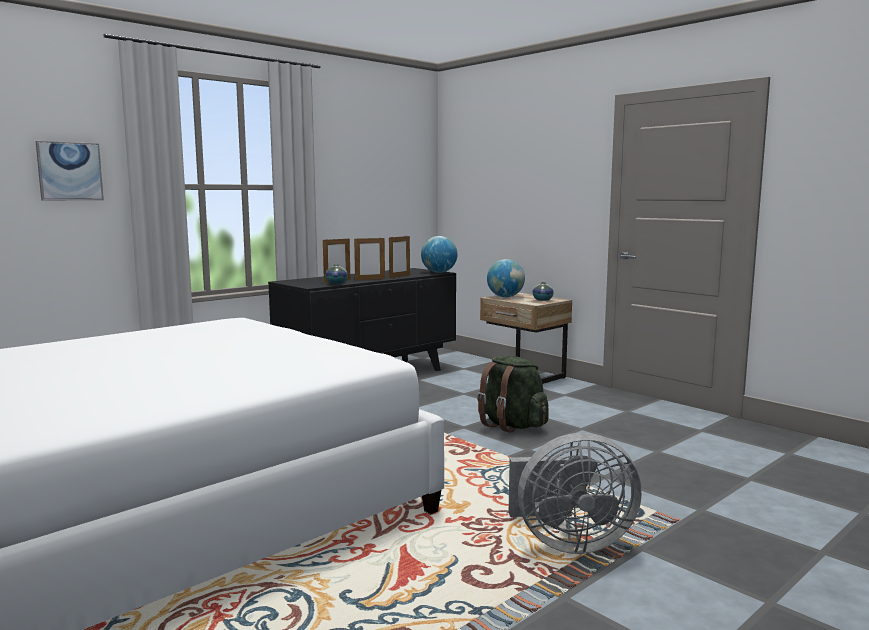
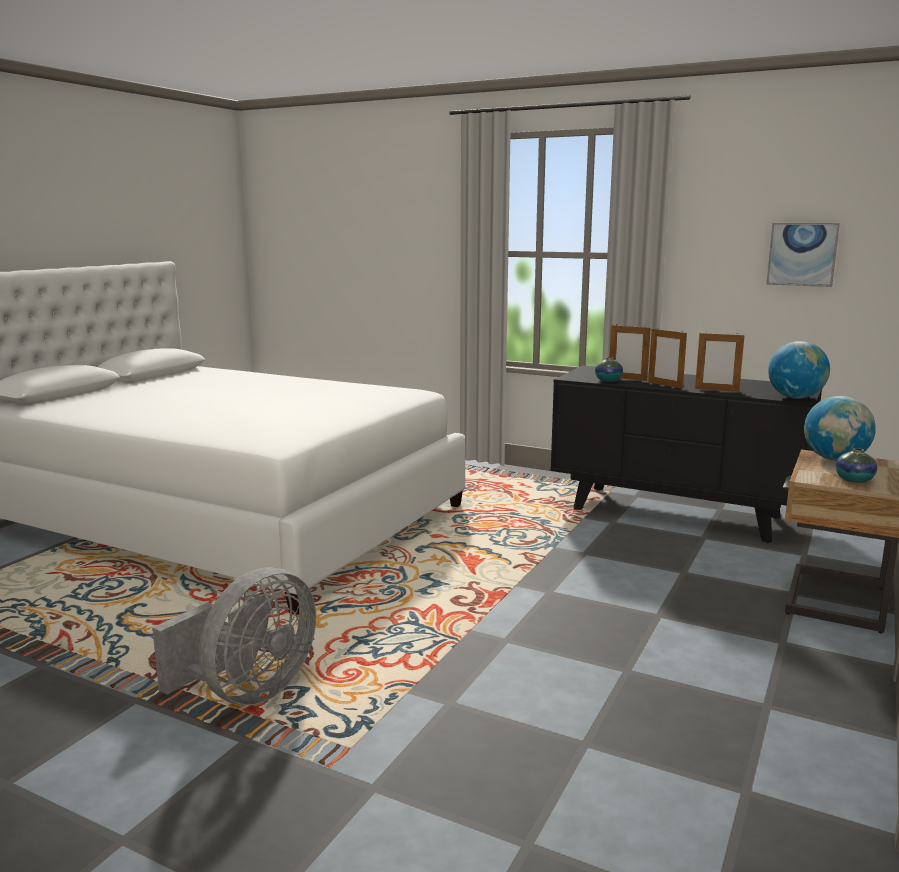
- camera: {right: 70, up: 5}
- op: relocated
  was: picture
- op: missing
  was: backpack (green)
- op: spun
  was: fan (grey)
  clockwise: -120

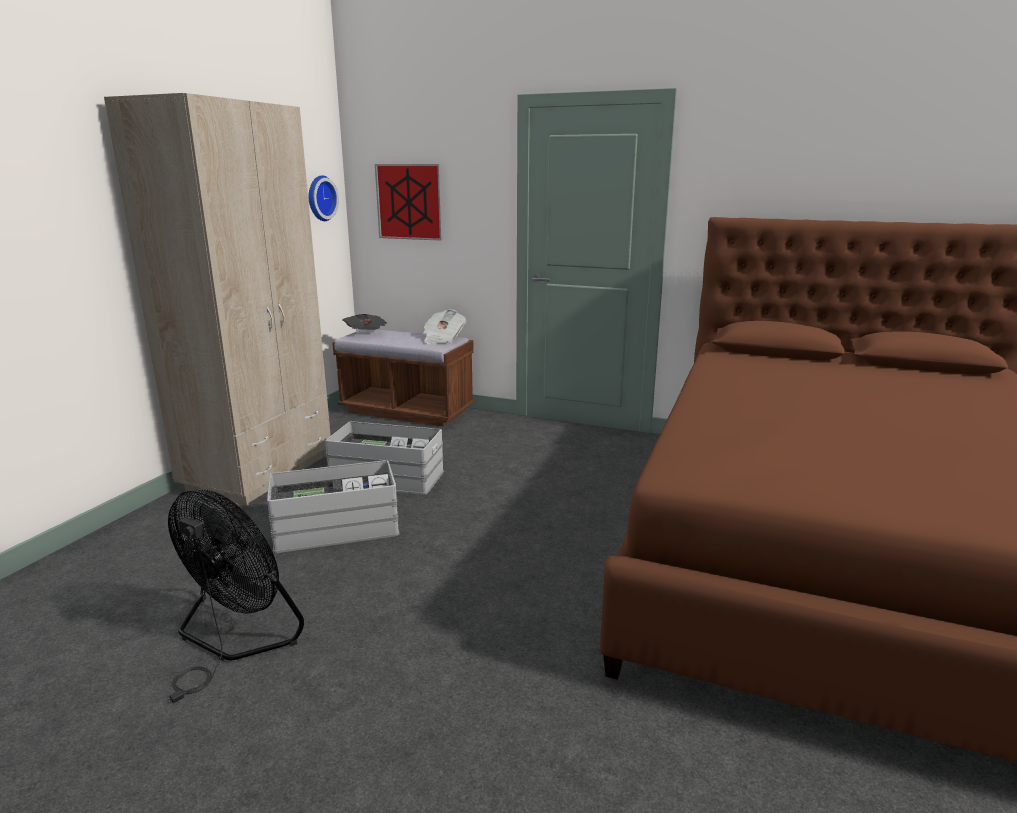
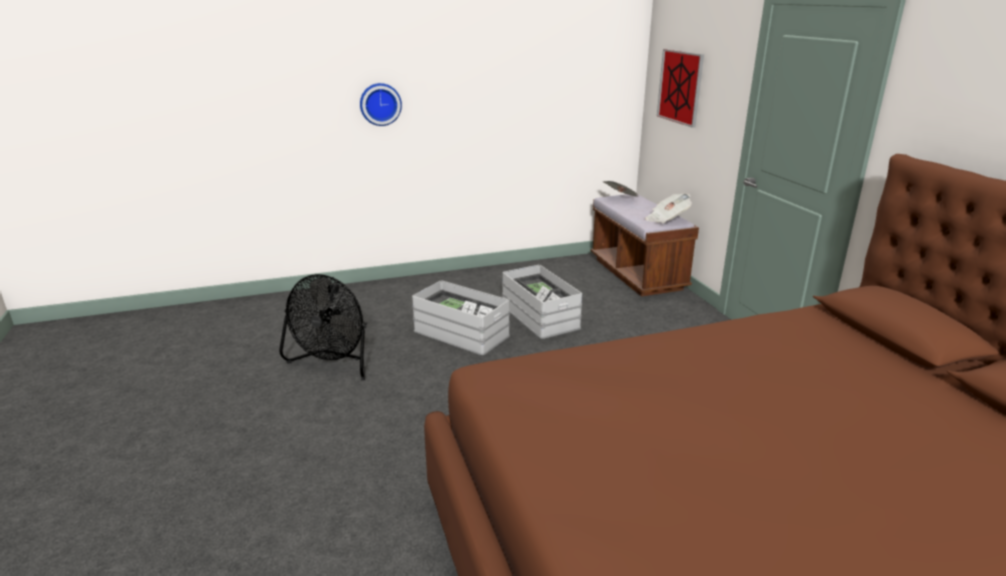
- camera: {right: 50, up: 5}
- op: missing
  was: wardrobe (beige)
- op: spun
  was: fan (black)
  clockwise: 120
- op: relocated
  was: wall clock

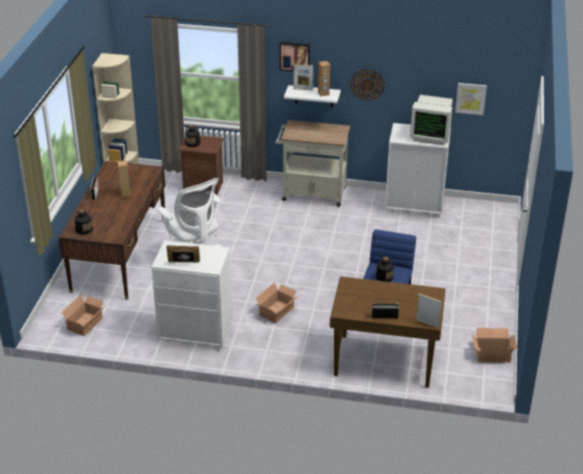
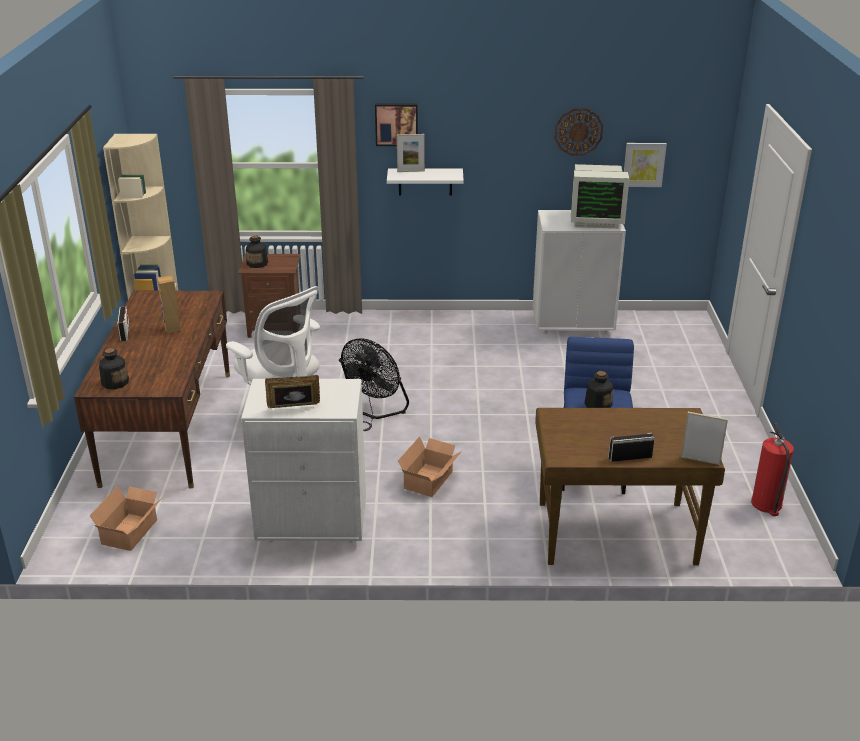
- camera: {right: -10, up: -5}
- op: missing
  was: cart (beige)
- op: missing
  was: speaker (brown) (no. 2 from left)
- op: relocated
  was: wall clock
- op: exchanged
  was: cardboard box (no. 3 from left)
  now: fire extinguisher
- op: appeared
  now: fan (black)

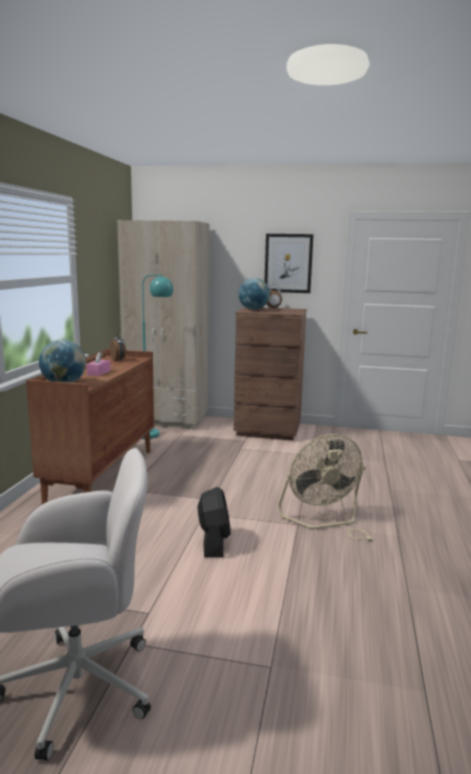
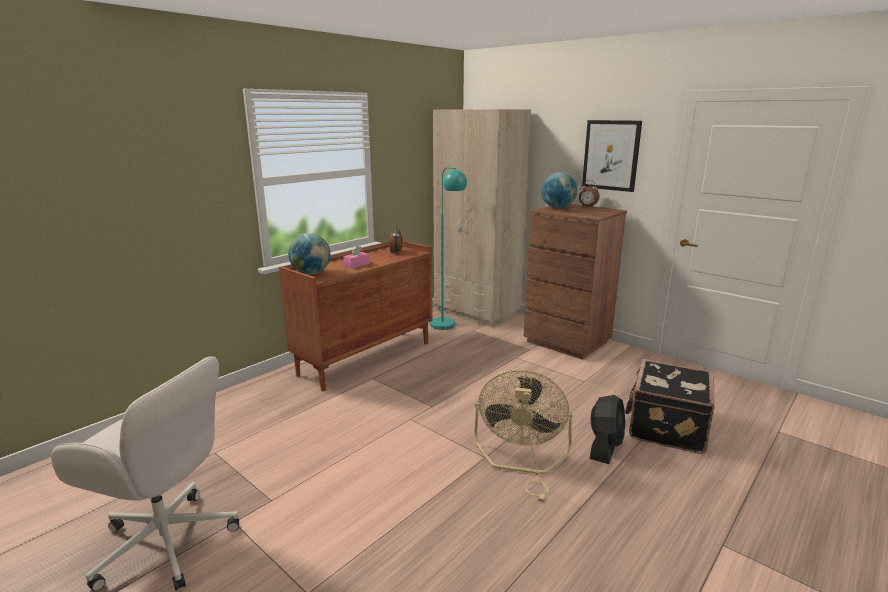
- camera: {right: 30, up: 5}
- op: relocated
  was: fan (black)
- op: appeared
  now: suitcase (black)

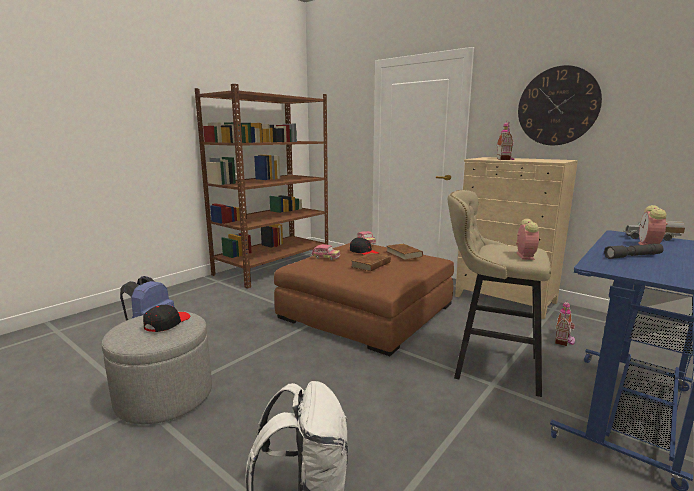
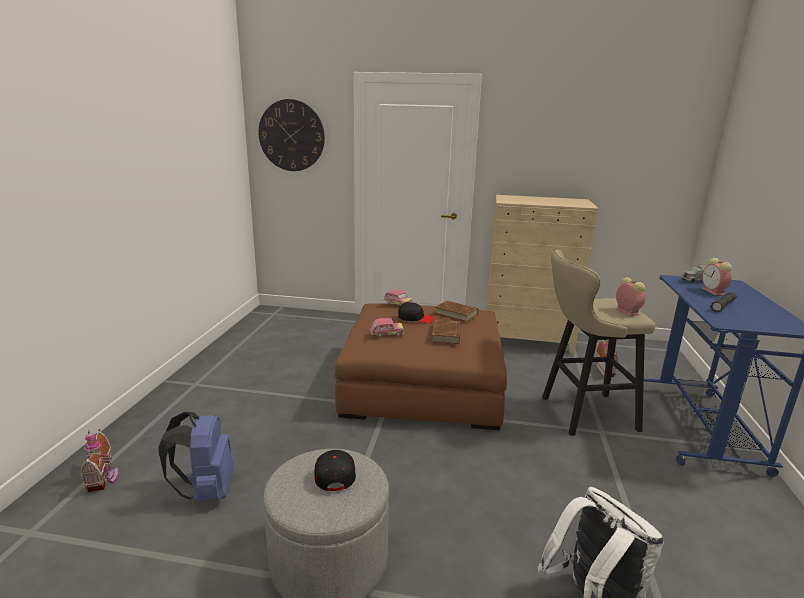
- camera: {right: -30, up: 5}
- op: missing
  was: bookcase (brown)
- op: relocated
  was: toy house (no. 1 from left)
- op: relocated
  was: wall clock

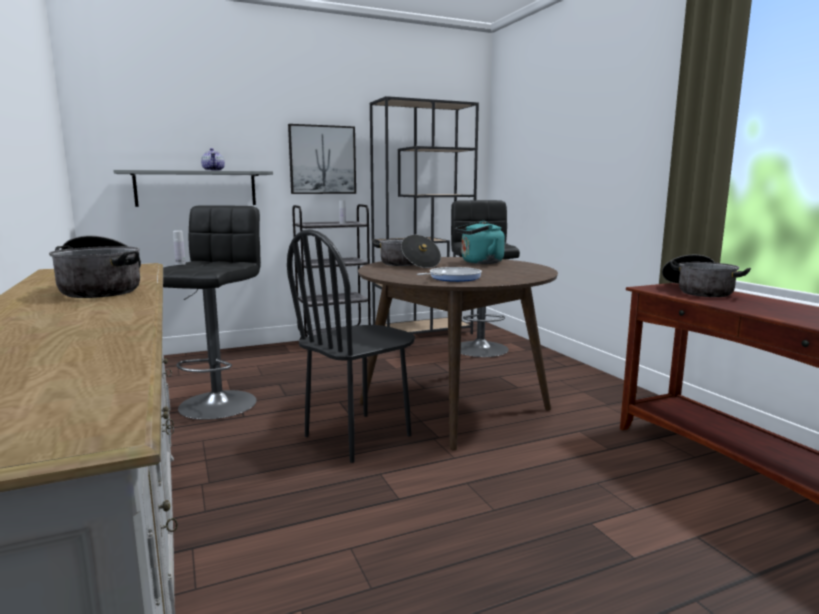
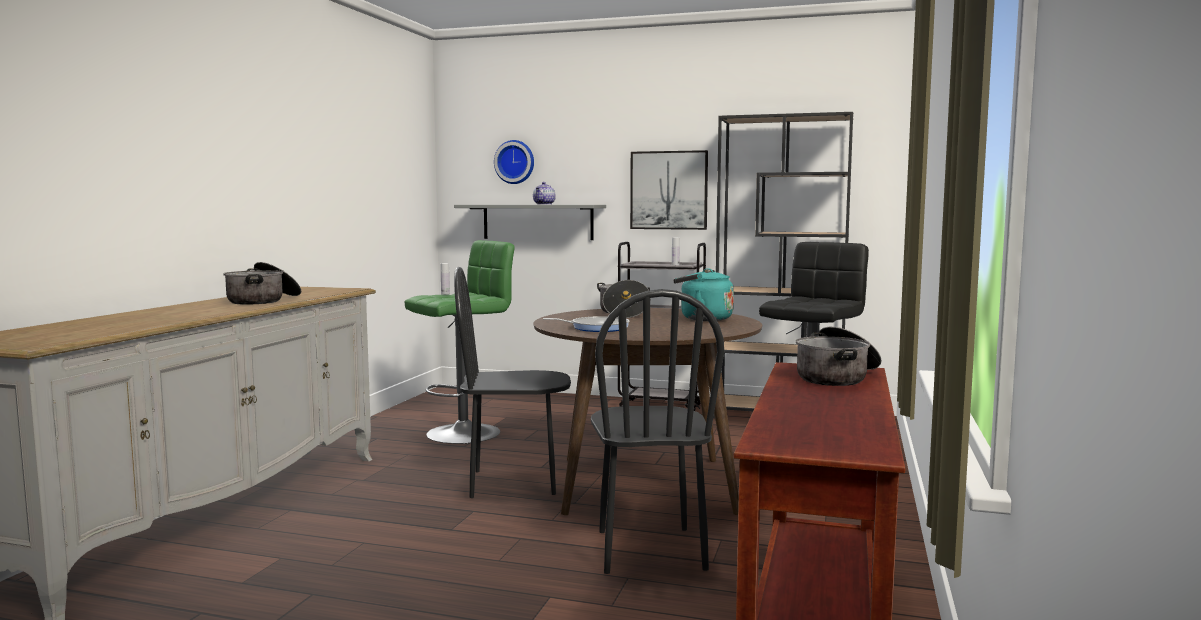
- camera: {right: 40, up: -5}
- op: colour
  was: stool (black) (no. 1 from left)
  now: stool (green)
- op: appeared
  now: wall clock
- op: appeared
  now: chair (black) (no. 2 from left)

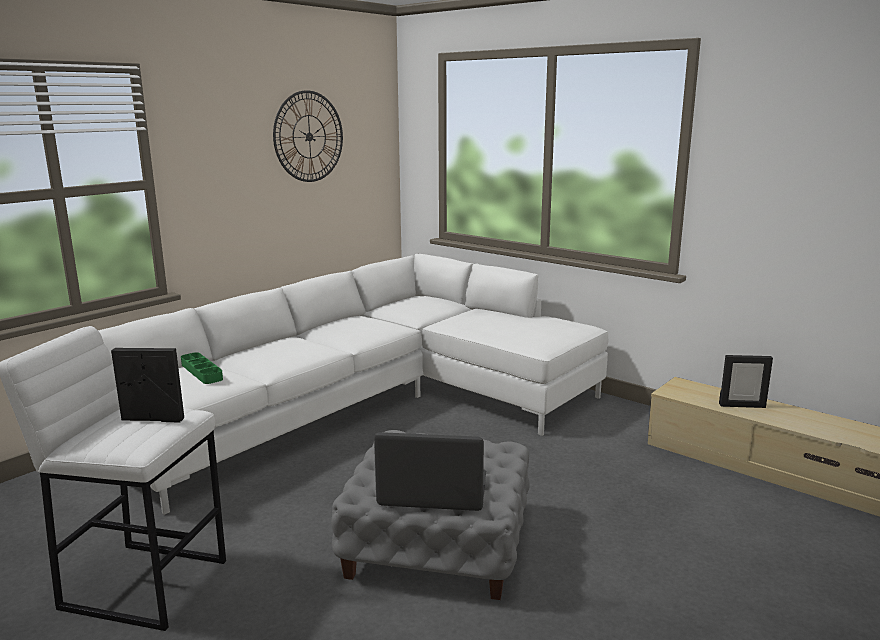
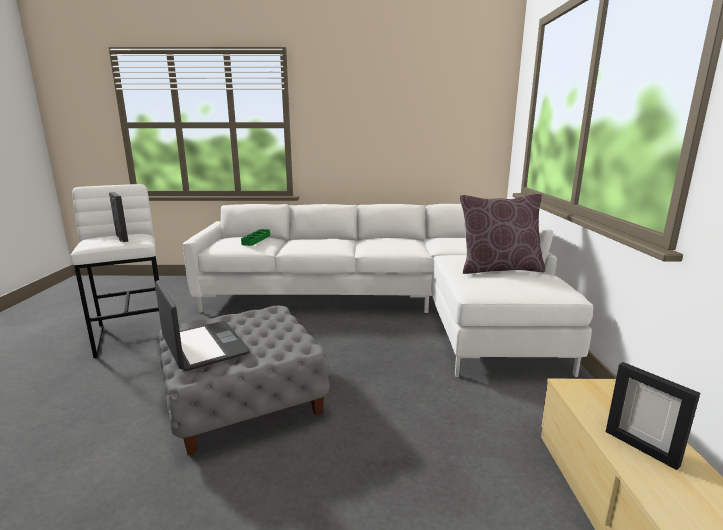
- camera: {right: 50, up: 0}
- op: missing
  was: wall clock
- op: appeared
  now: pillow (brown)

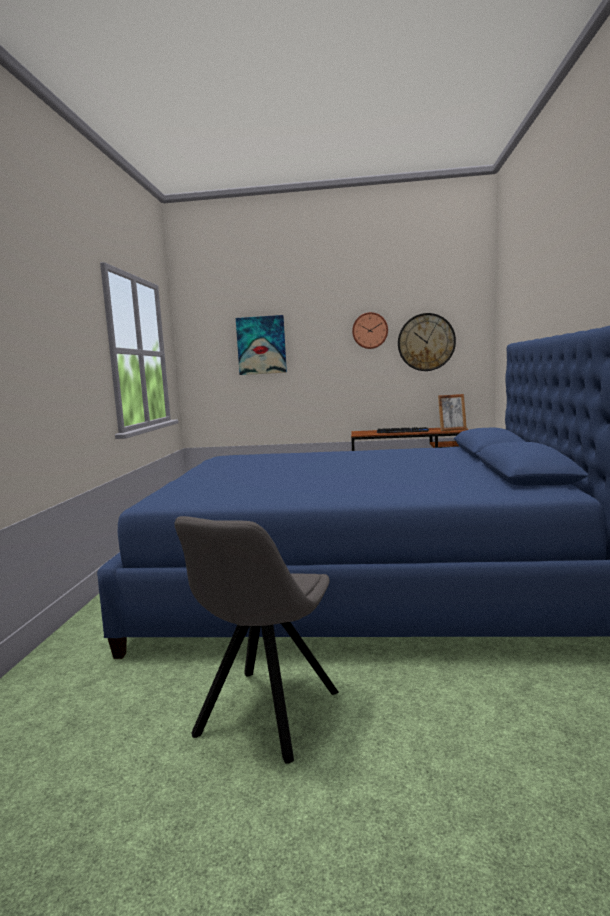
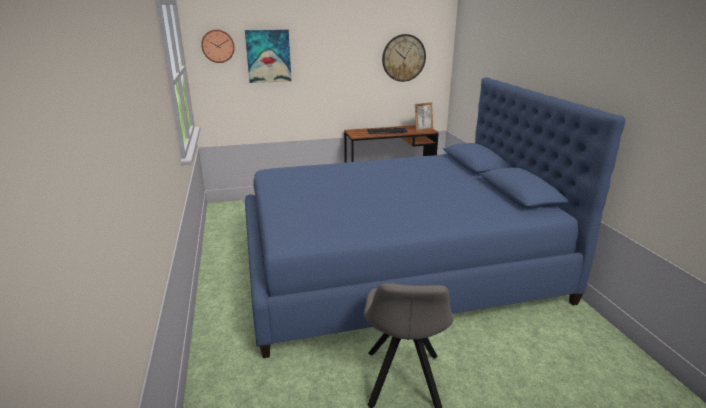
- camera: {right: -20, up: 15}
- op: relocated
  was: wall clock (no. 1 from left)

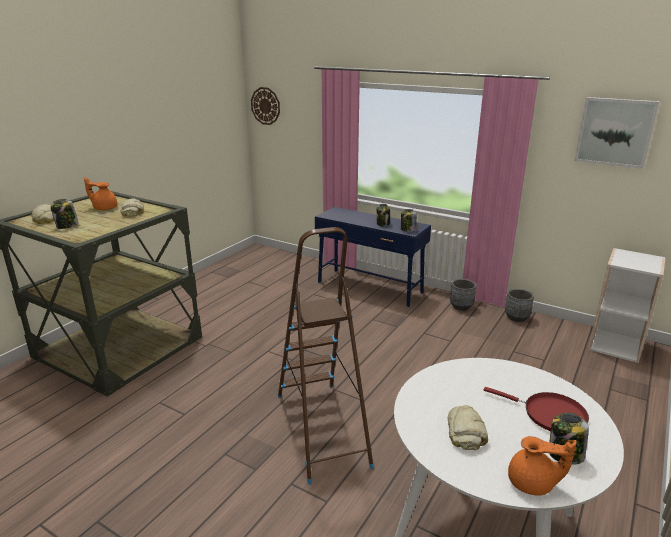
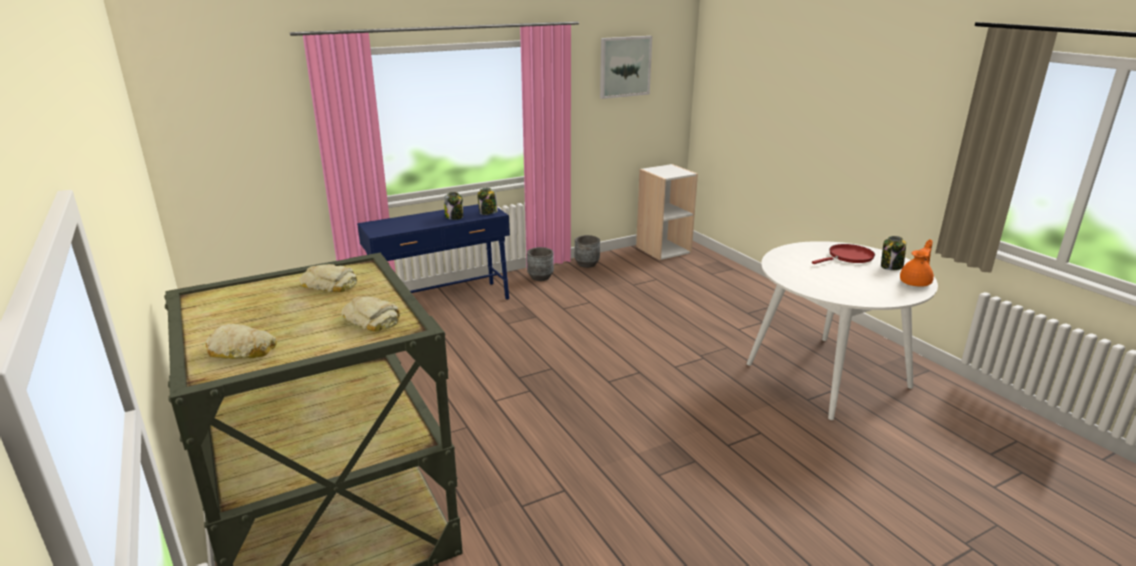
- camera: {right: -60, up: 0}
- op: missing
  was: jar (no. 1 from left)
- op: missing
  was: teapot (orange) (no. 1 from left)
- op: missing
  was: wall clock
- op: missing
  was: step ladder (brown)
- op: relocated
  was: bread (no. 3 from left)

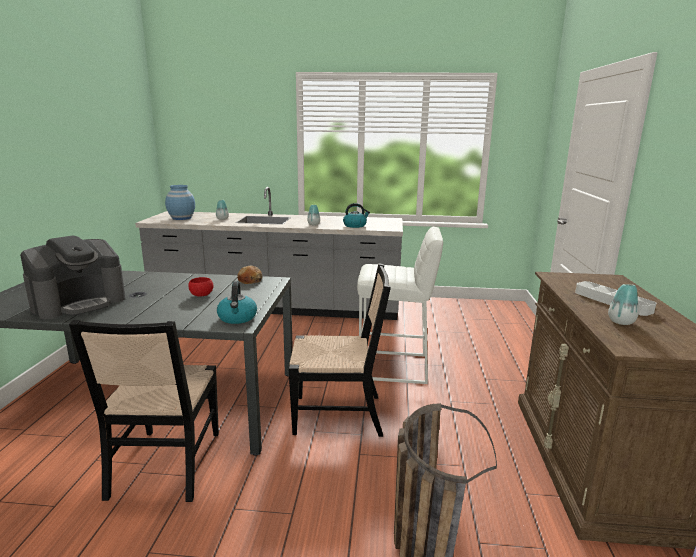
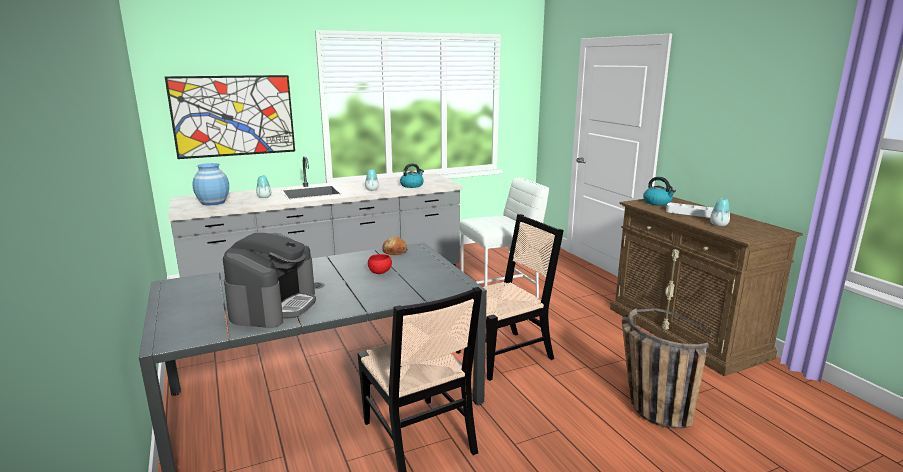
- camera: {right: -30, up: 0}
- op: relocated
  was: kettle (no. 1 from left in the first image)
  now: kettle (no. 2 from left)
- op: appeared
  now: picture

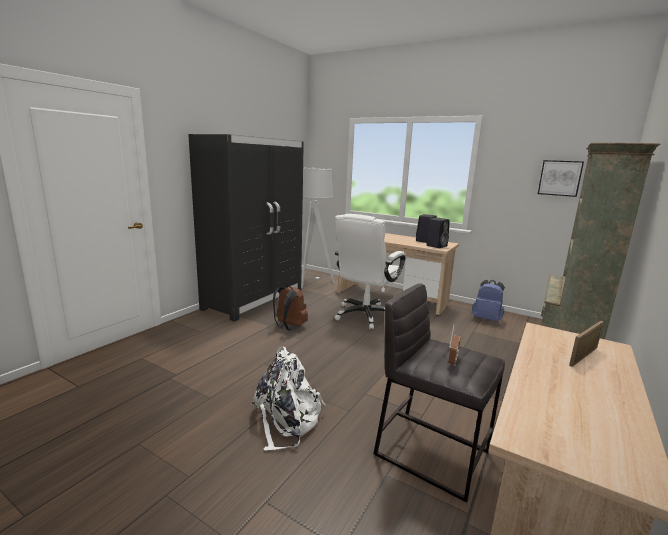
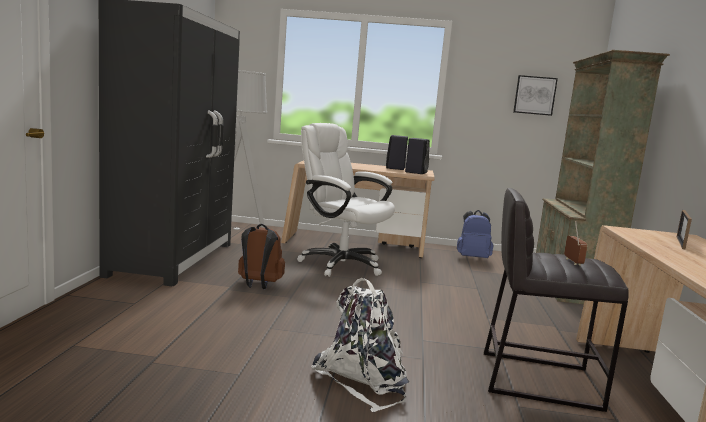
- camera: {right: -25, up: -5}
- op: spun
  was: office chair (white)
  clockwise: 120

